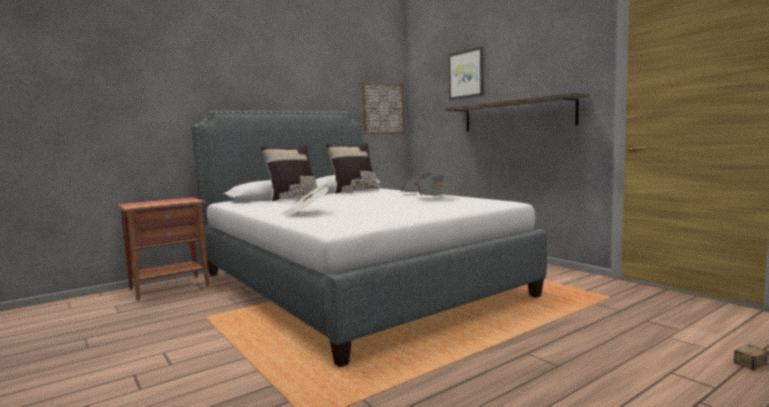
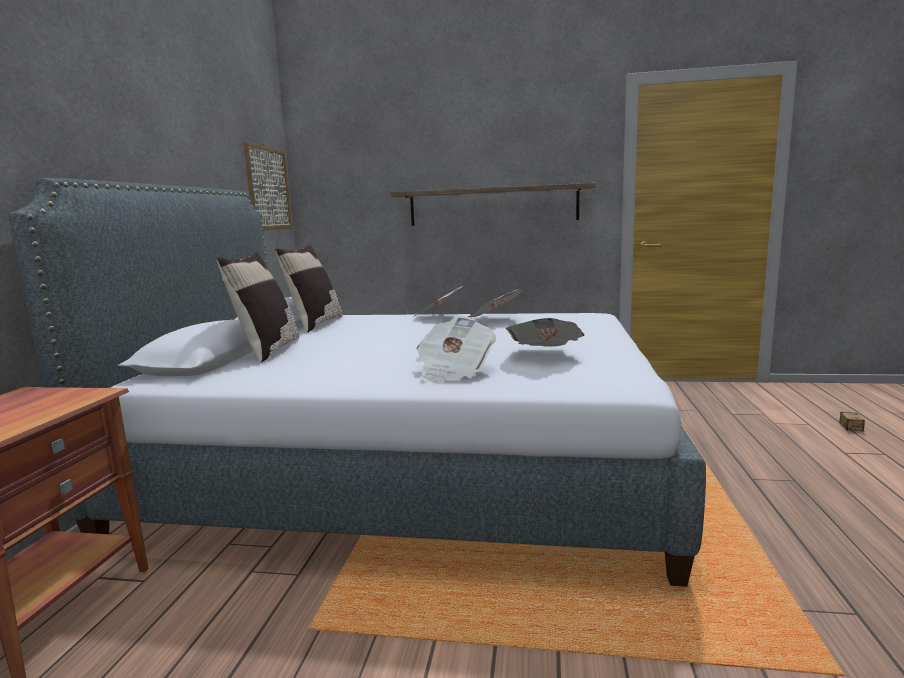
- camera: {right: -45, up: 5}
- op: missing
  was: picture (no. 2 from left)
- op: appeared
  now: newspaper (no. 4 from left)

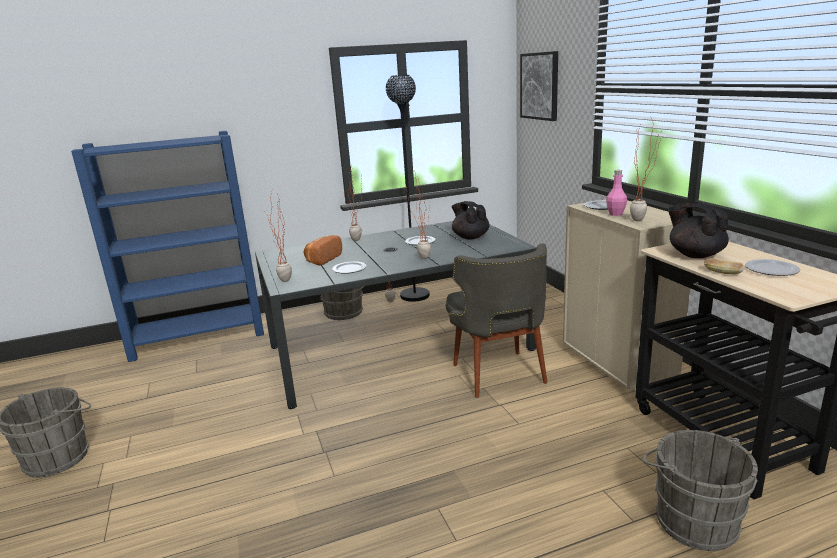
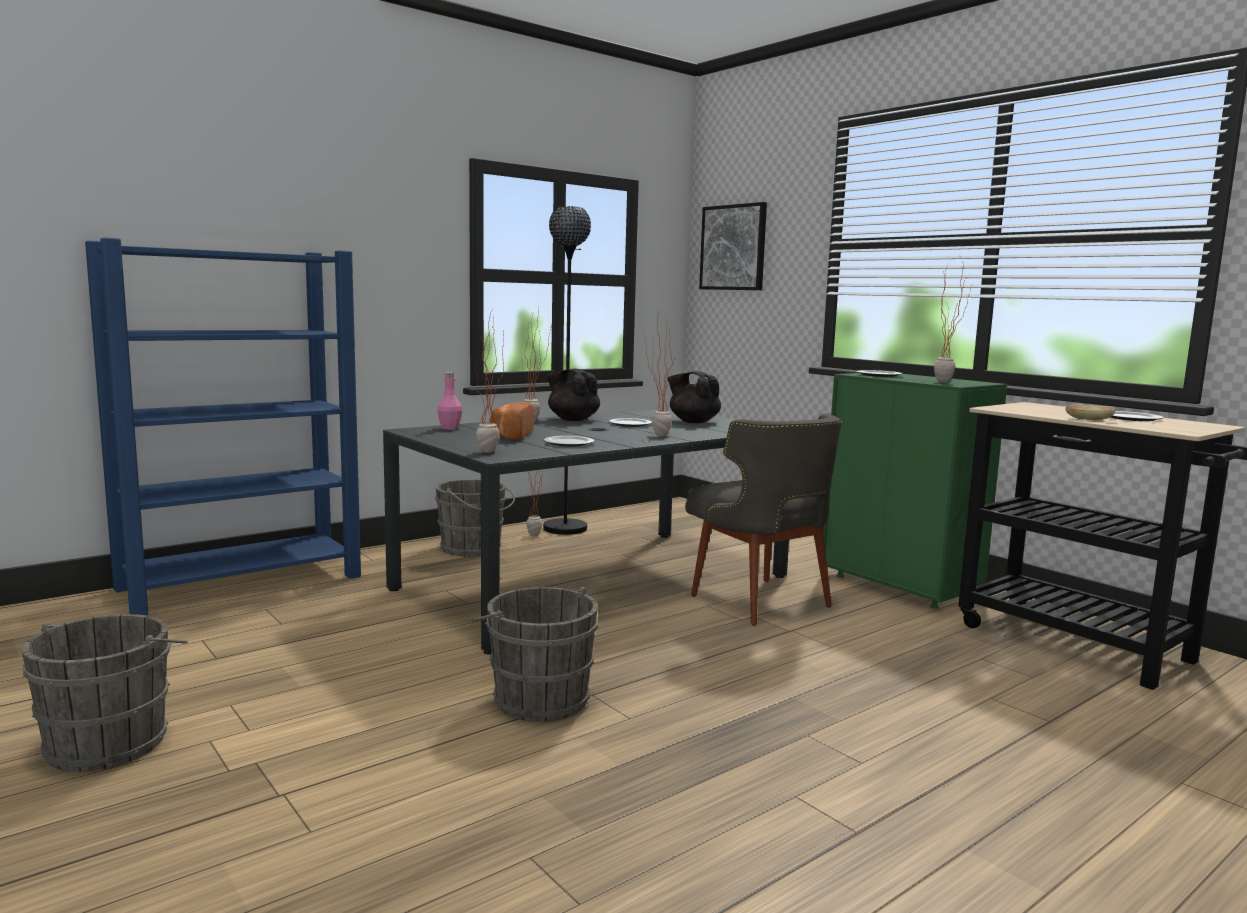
- camera: {right: -20, up: -10}
- op: colour
  was: cabinet (beige)
  now: cabinet (green)
- op: relocated
  was: bottle (pink)
- op: relocated
  was: bucket (grey) (no. 3 from left)
- op: relocated
  was: teapot (black) (no. 2 from left in the first image)
  now: teapot (black) (no. 1 from left)

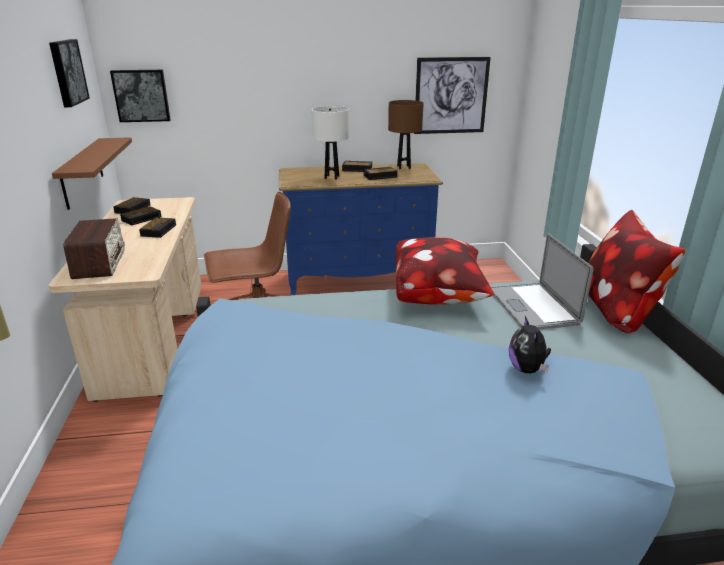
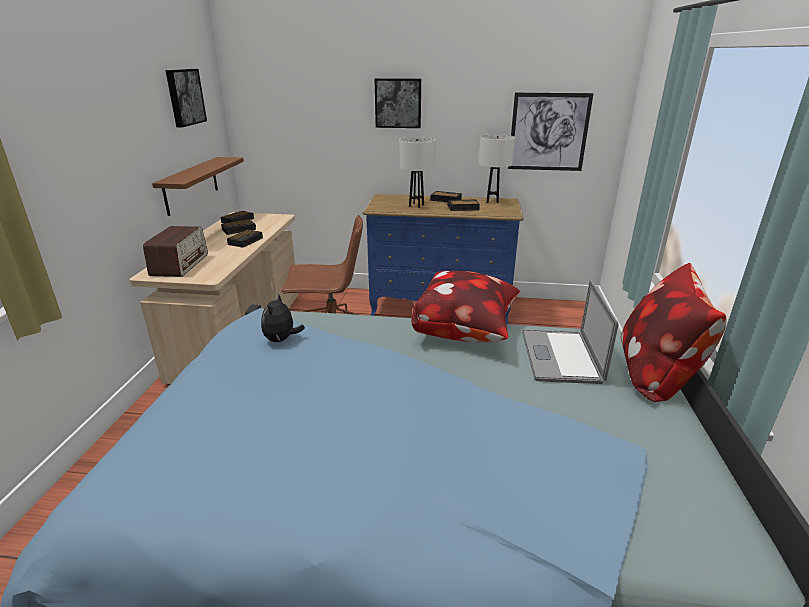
- camera: {right: 15, up: 0}
- op: relocated
  was: picture (no. 2 from left)
- op: colour
  was: table lamp (brown)
  now: table lamp (white) (no. 2 from left)
- op: relocated
  was: plush toy

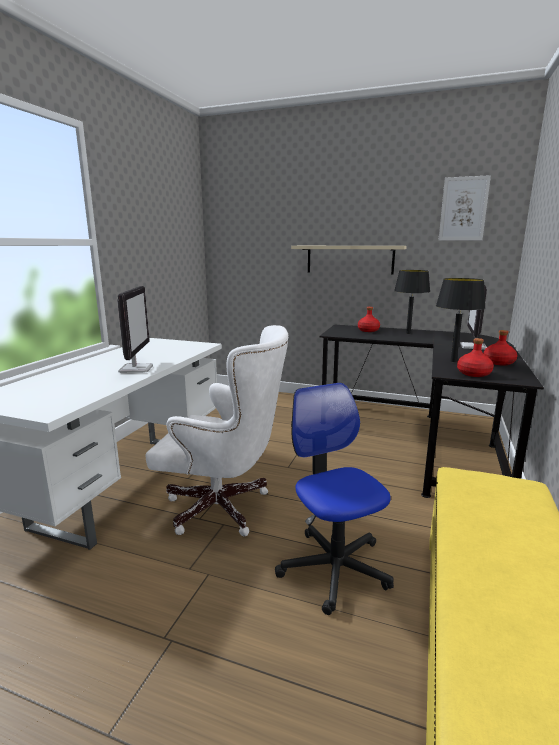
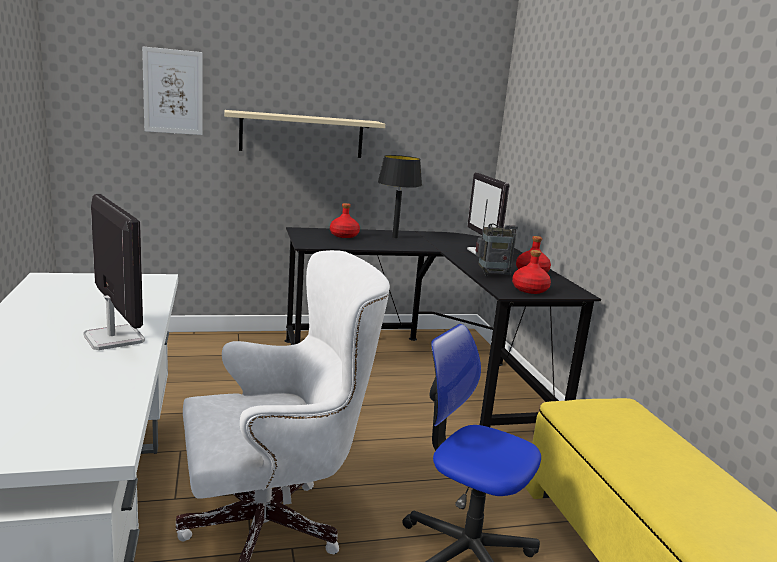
- camera: {right: -35, up: 0}
- op: exchanged
  was: table lamp (black) (no. 2 from left)
  now: radio
- op: relocated
  was: picture

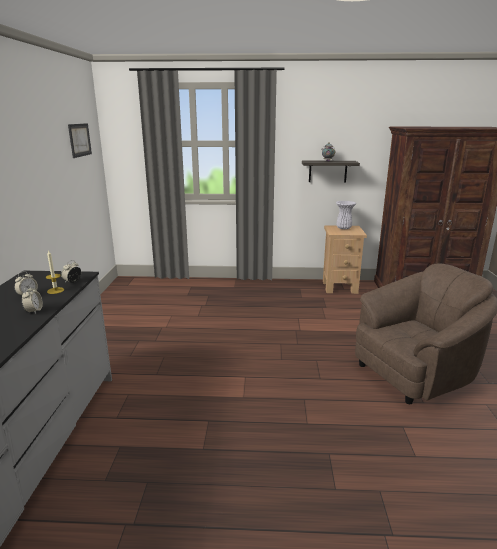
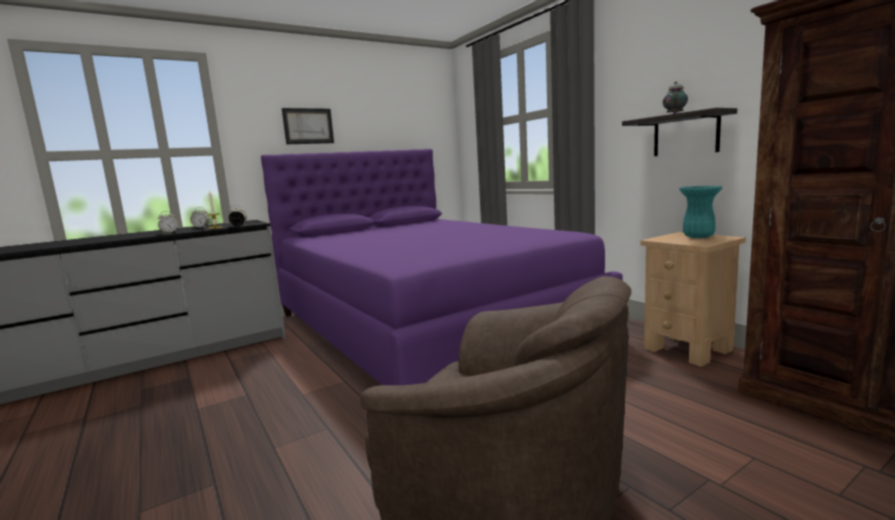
- camera: {right: 55, up: -10}
- op: relocated
  was: picture
- op: colour
  was: vase (white)
  now: vase (turquoise)
- op: appeared
  now: bed (purple)

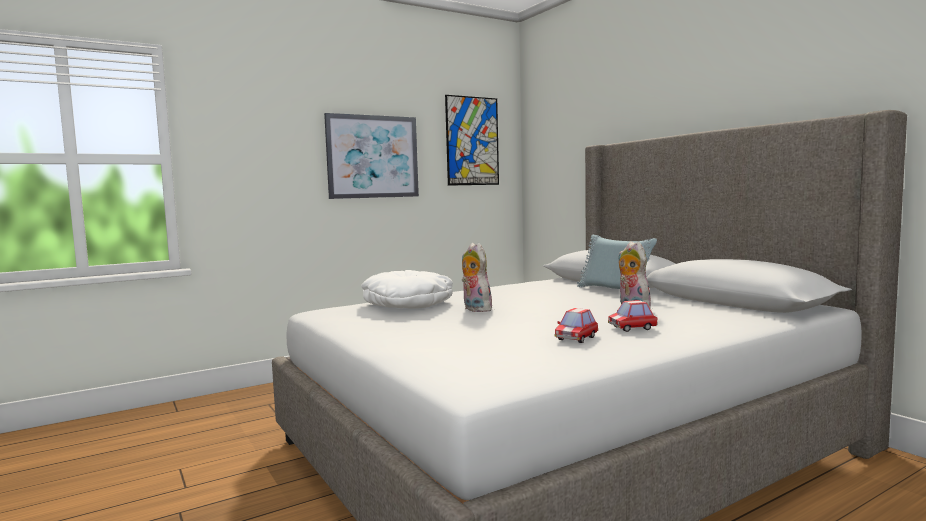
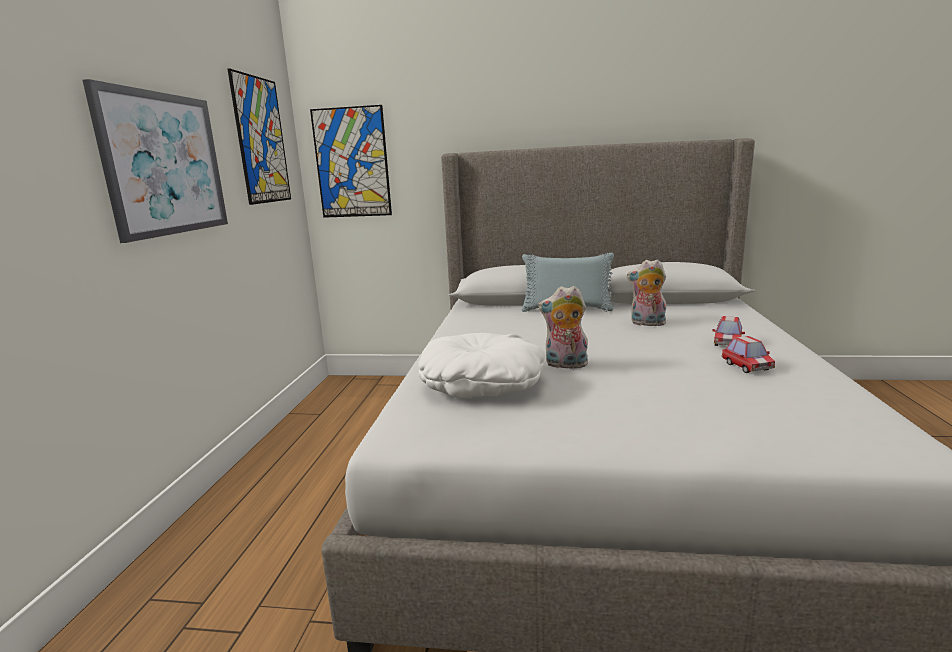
- camera: {right: -50, up: 10}
- op: appeared
  now: picture (no. 3 from left)

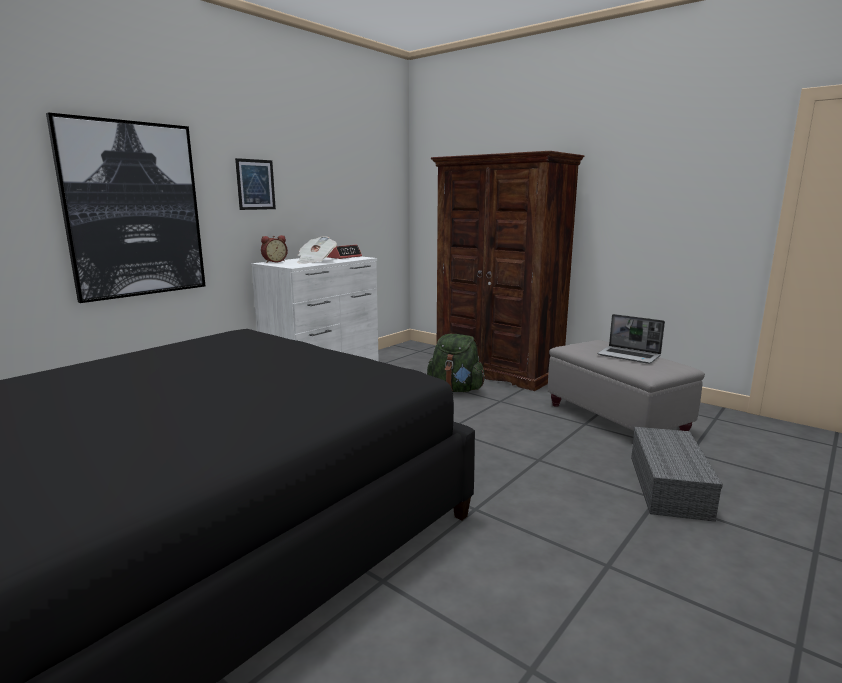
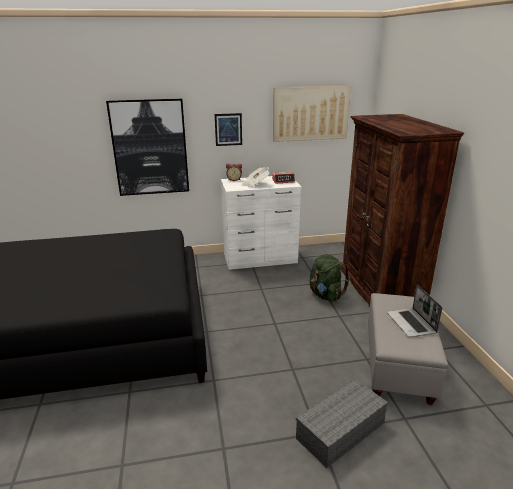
- camera: {right: 40, up: 10}
- op: appeared
  now: picture (no. 3 from left)

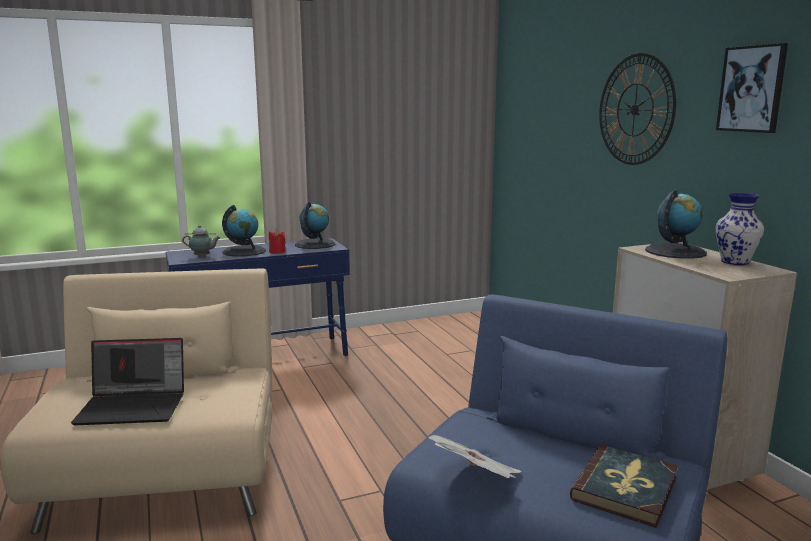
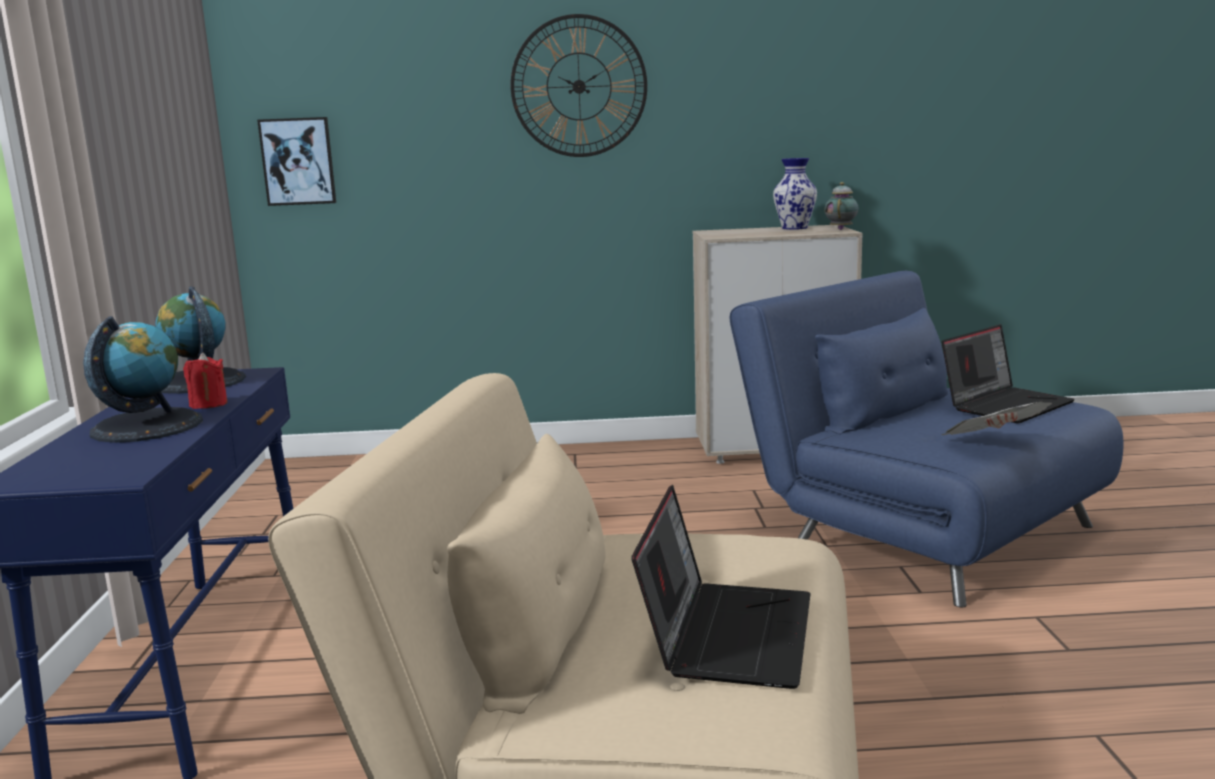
- camera: {right: -70, up: 0}
- op: relocated
  was: teapot
- op: exchanged
  was: book
  now: laptop (no. 2 from left)
- op: missing
  was: globe (no. 3 from left)
- op: relocated
  was: picture

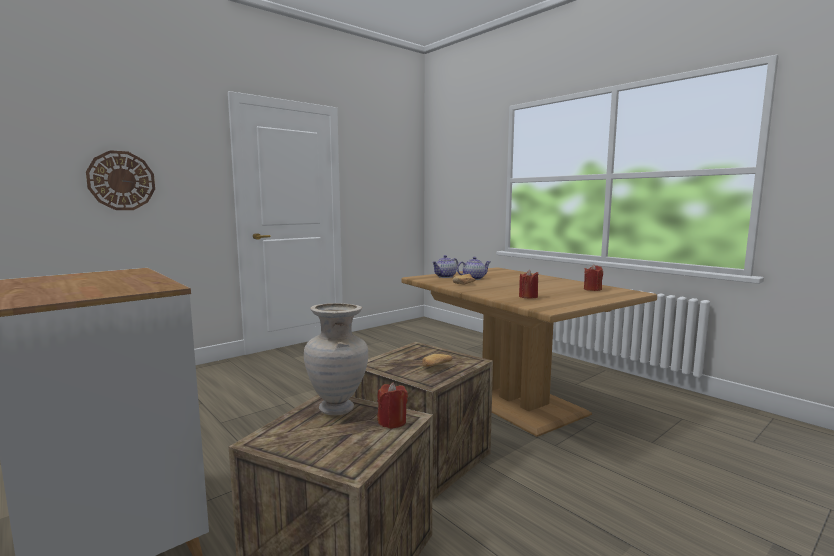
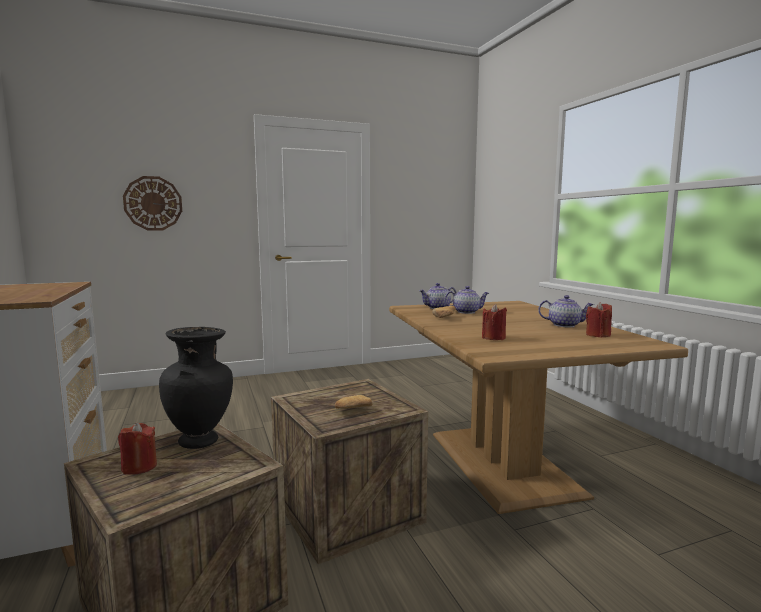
- camera: {right: 20, up: 0}
- op: colour
  was: vase (beige)
  now: vase (black)
- op: relocated
  was: candle (red) (no. 1 from left)
- op: appeared
  now: teapot (no. 3 from left)

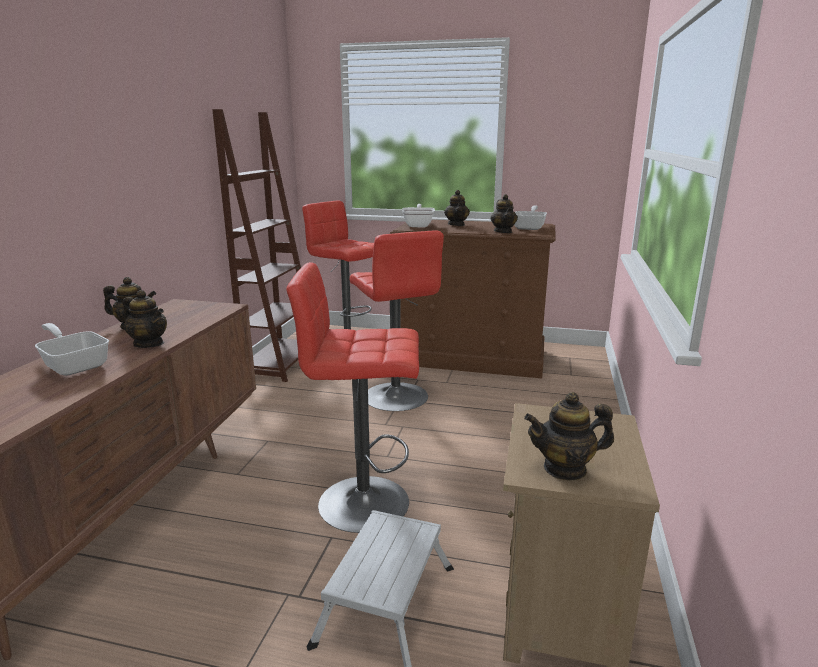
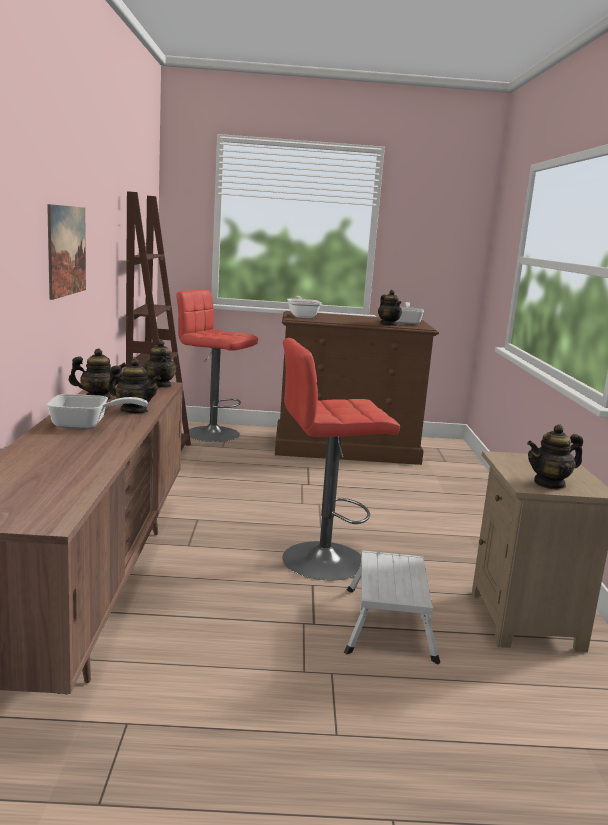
- camera: {right: -15, up: -5}
- op: spun
  was: frying pan (no. 1 from left)
  clockwise: 150
- op: missing
  was: stool (red) (no. 3 from left)
- op: relocated
  was: teapot (no. 3 from left)
- op: appeared
  now: picture

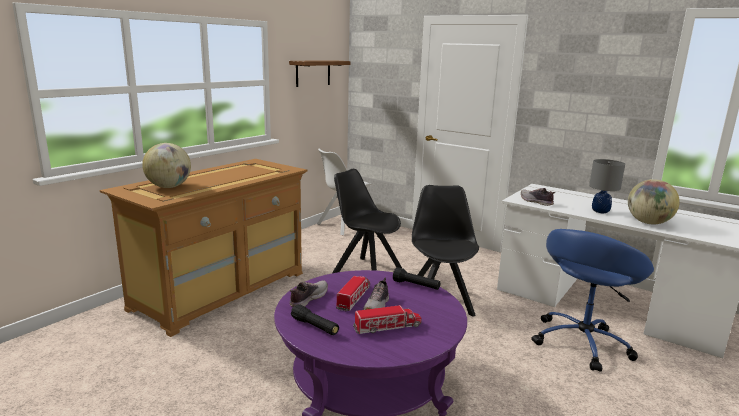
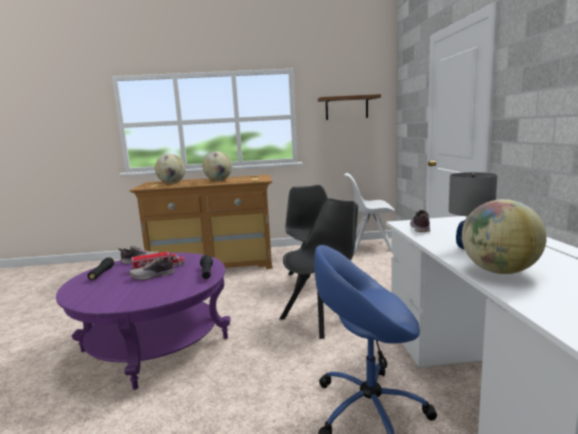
- camera: {right: 50, up: -5}
- op: missing
  was: toy truck (no. 2 from left)
- op: appeared
  now: globe (no. 2 from left)

